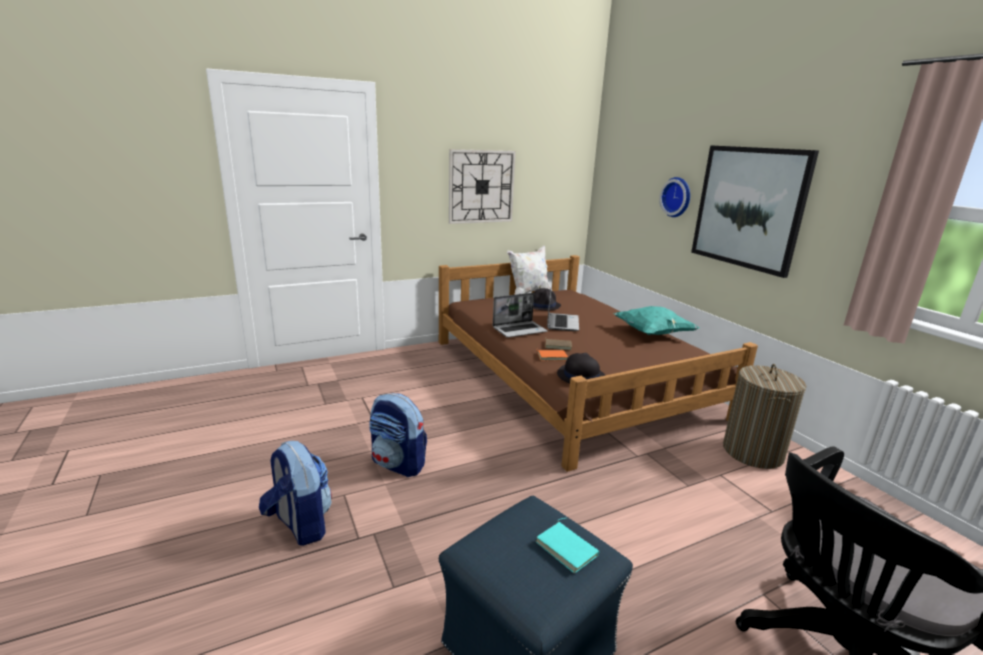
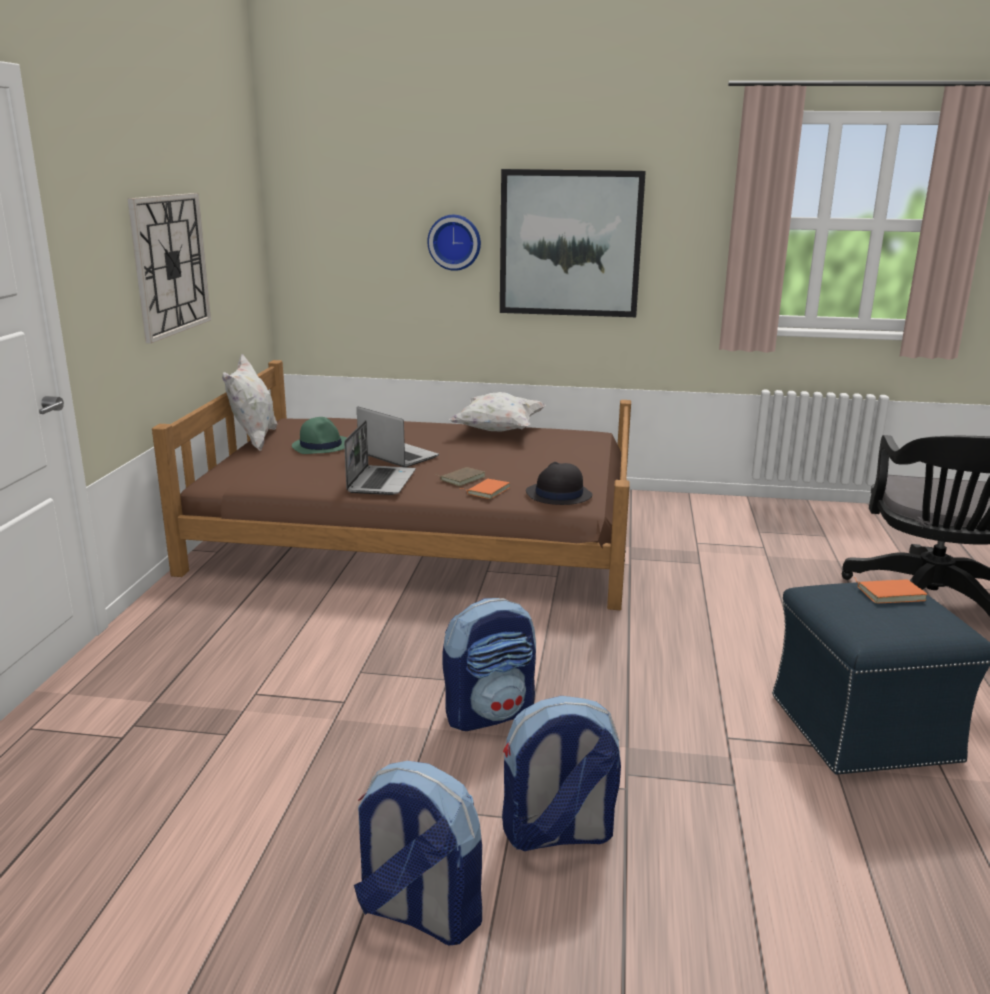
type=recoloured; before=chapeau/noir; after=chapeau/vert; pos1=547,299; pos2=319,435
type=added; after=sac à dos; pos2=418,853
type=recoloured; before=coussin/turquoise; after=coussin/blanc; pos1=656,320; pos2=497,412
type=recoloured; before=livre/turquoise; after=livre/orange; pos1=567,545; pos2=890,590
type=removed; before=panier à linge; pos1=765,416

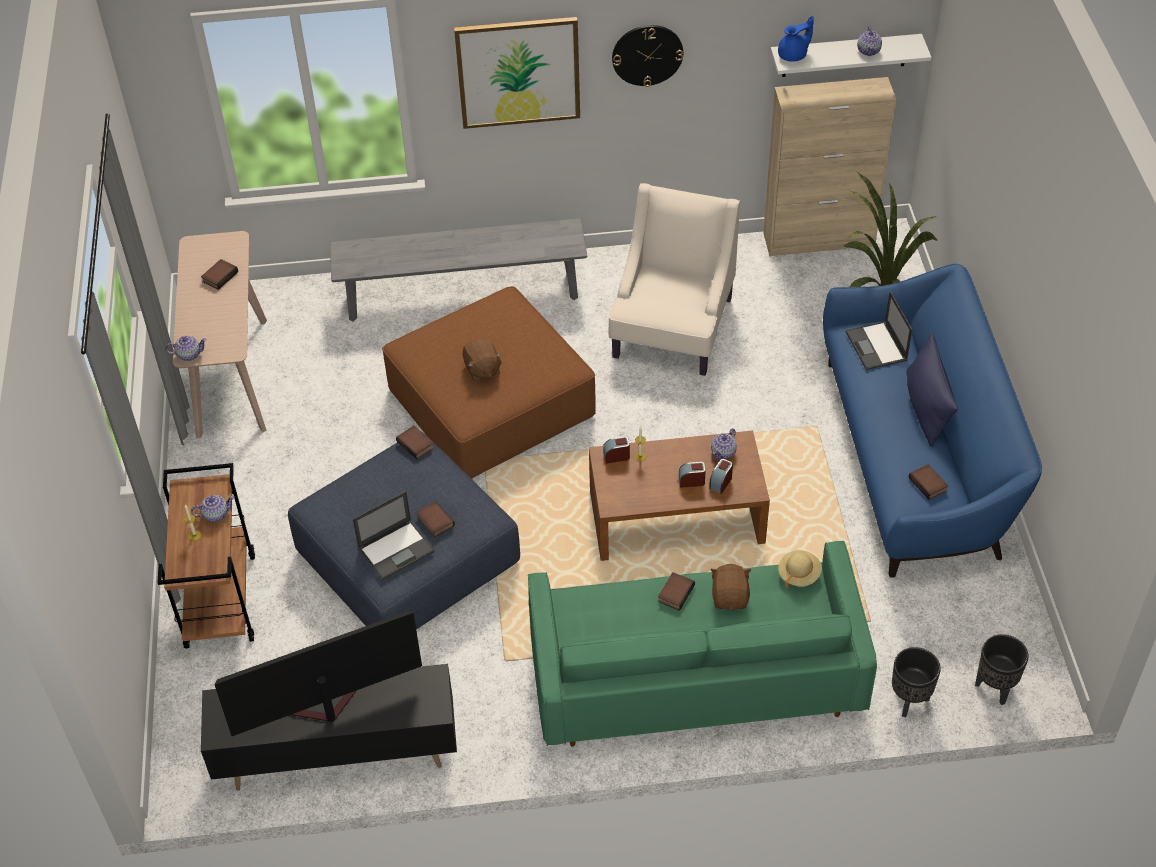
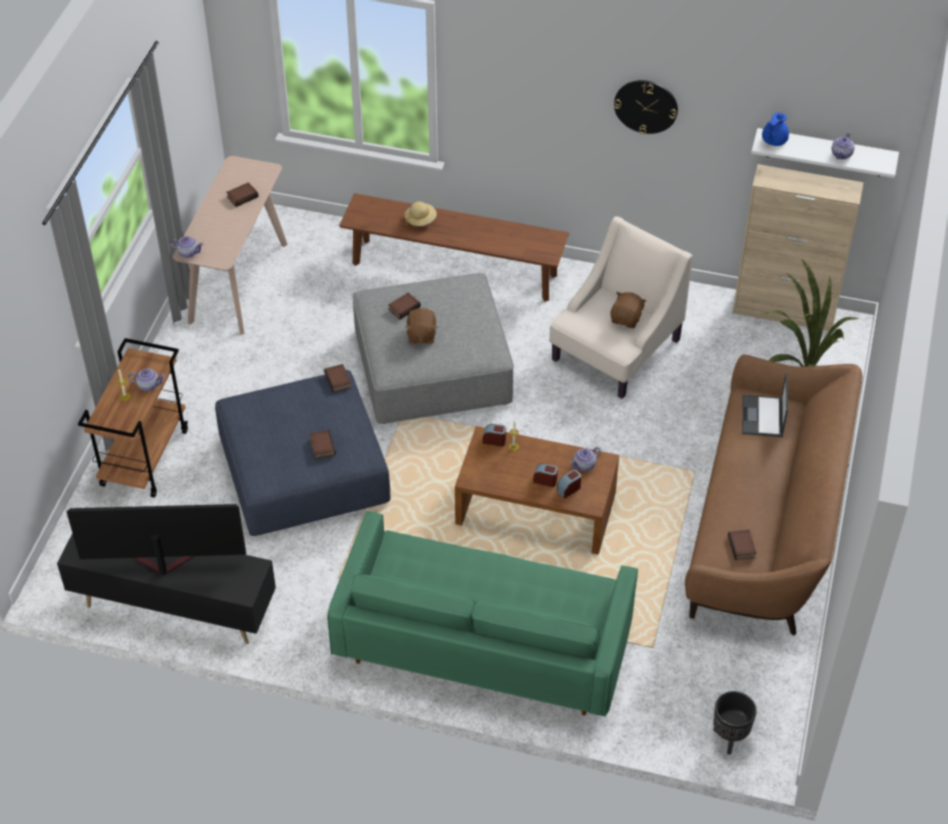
type=recoloured; before=banc/gris; after=banc/marron; pos1=458,270; pos2=454,247
type=recoloured; before=pouf/marron; after=pouf/gris; pos1=489,382; pos2=433,348
type=moved; before=livre; pos1=676,591; pos2=404,306
type=moved; before=chapeau/beige; pos1=800,569; pos2=421,214
type=moved; before=peluche/marron; pos1=730,587; pos2=628,310
type=recoloured; before=canapé/bleu; after=canapé/marron; pos1=932,421; pos2=773,494
type=turned; before=théière/bleu; pos1=796,39; pos2=775,129; turn=135
type=removed; before=ordinateur portable; pos1=394,535
type=removed; before=tableau; pos1=517,73
type=removed; before=cache-pot/noir; pos1=916,682
type=removed; before=coussin/bleu; pos1=932,390

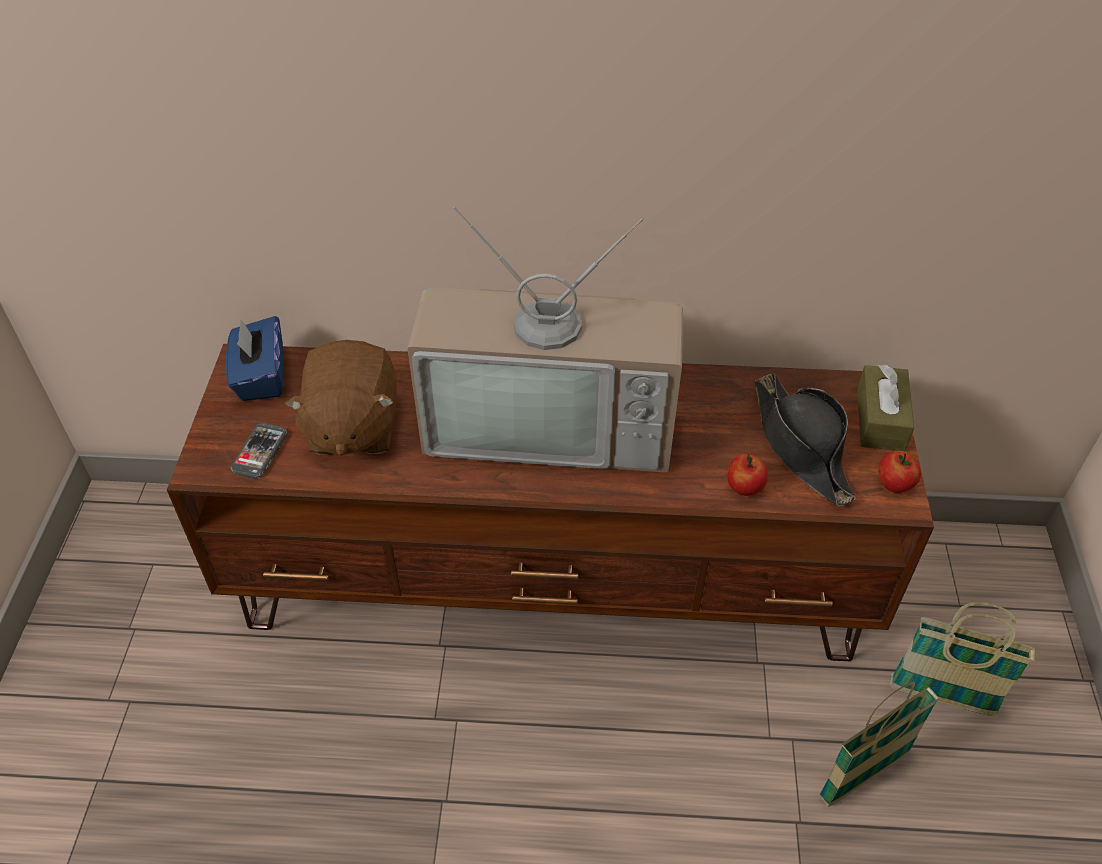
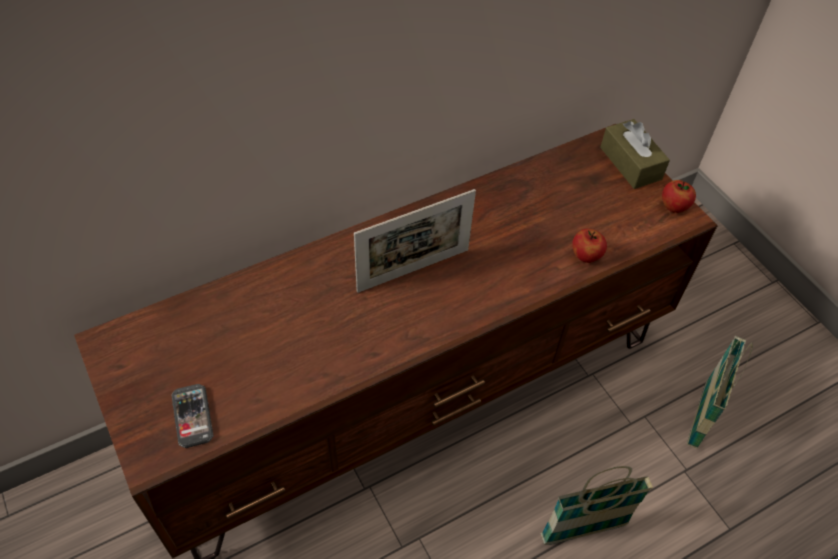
type=replaced; before=téléviseur; after=cadre photo; pos1=545,339; pos2=415,241
type=moved; before=panier; pos1=962,659; pos2=597,505
type=removed; before=boîte à mouchoirs/bleu; pos1=254,358
type=removed; before=peluche/marron; pos1=341,398
type=removed; before=chapeau/noir; pos1=805,440

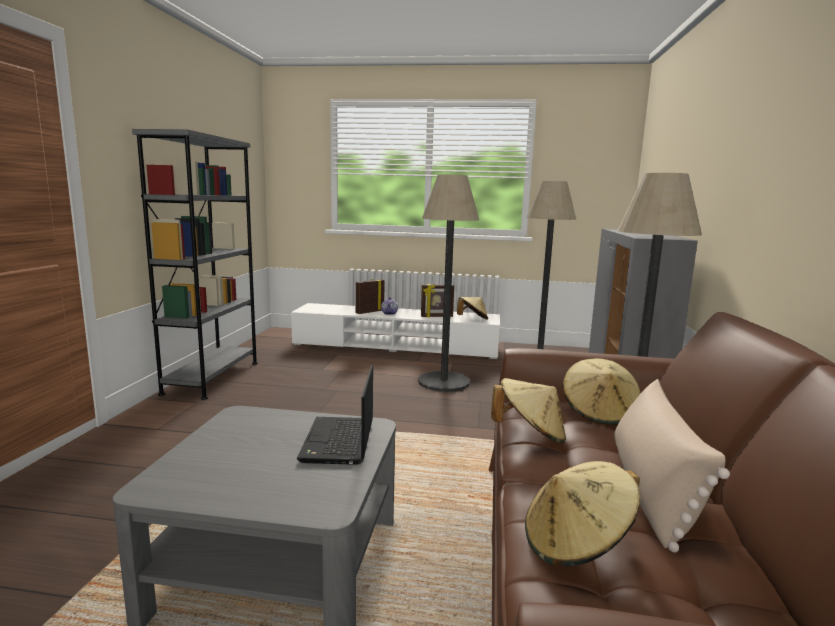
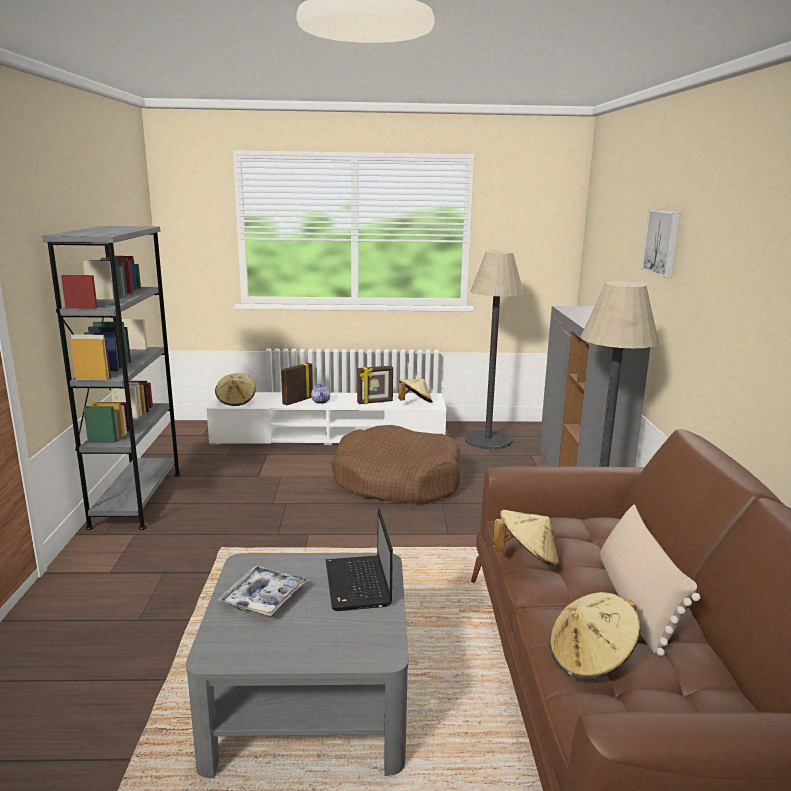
type=moved; before=chapeau/beige; pos1=601,391; pos2=235,389
type=added; after=plateau; pos2=263,590
type=replaced; before=lampadaire; after=panier pour chien/marron; pos1=448,283; pos2=395,464
type=added; after=tableau; pos2=661,244

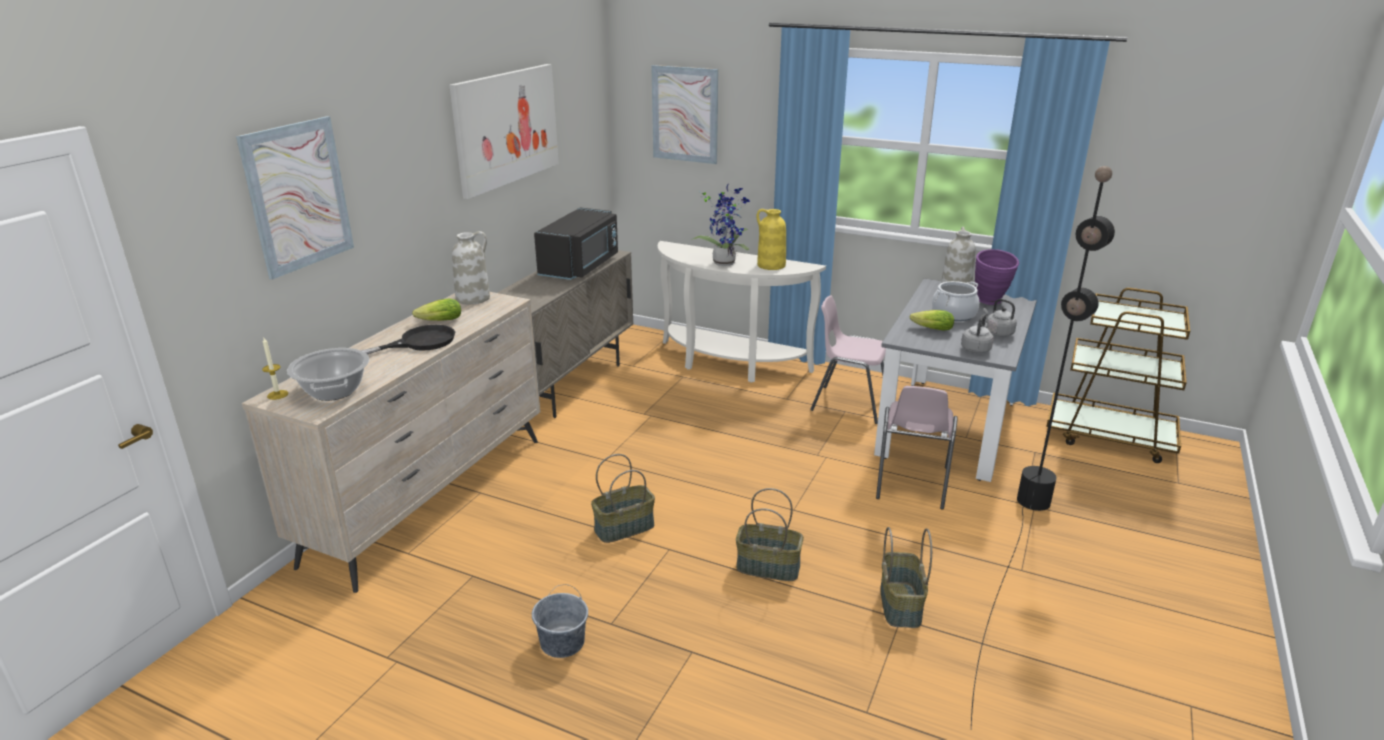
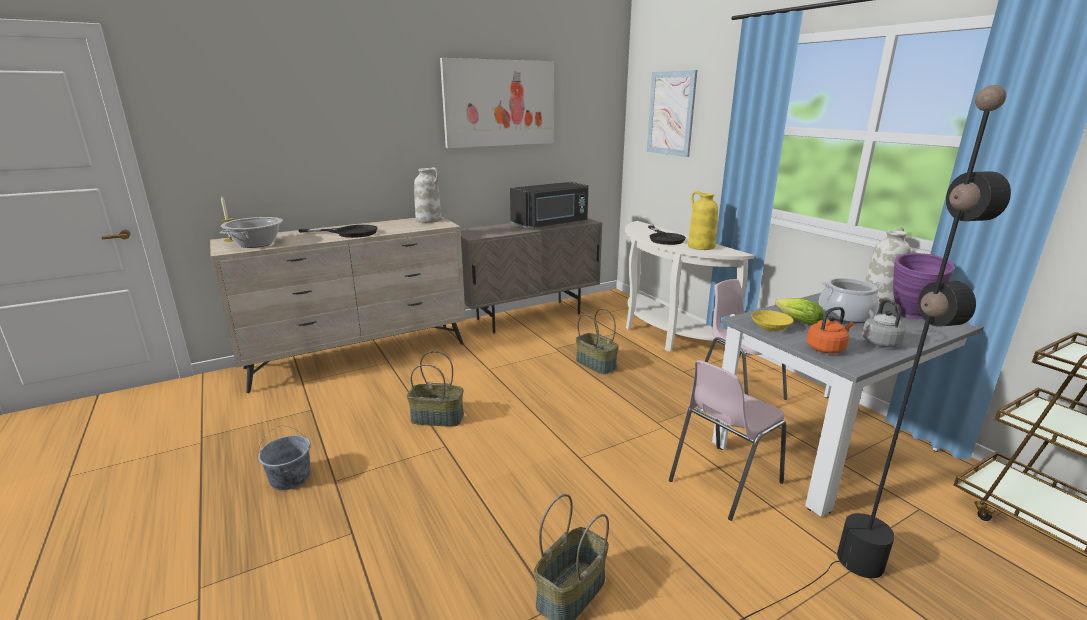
type=moved; before=panier; pos1=770,534; pos2=597,341
type=replaced; before=plante en pot; after=poêle/noir; pos1=720,224; pos2=667,235
type=added; after=bol/jaune; pos2=772,320
type=recoloured; before=bouilloire/gris; after=bouilloire/orange; pos1=977,333; pos2=830,330
type=removed; before=tableau; pos1=295,198
type=removed; before=laitue; pos1=436,310

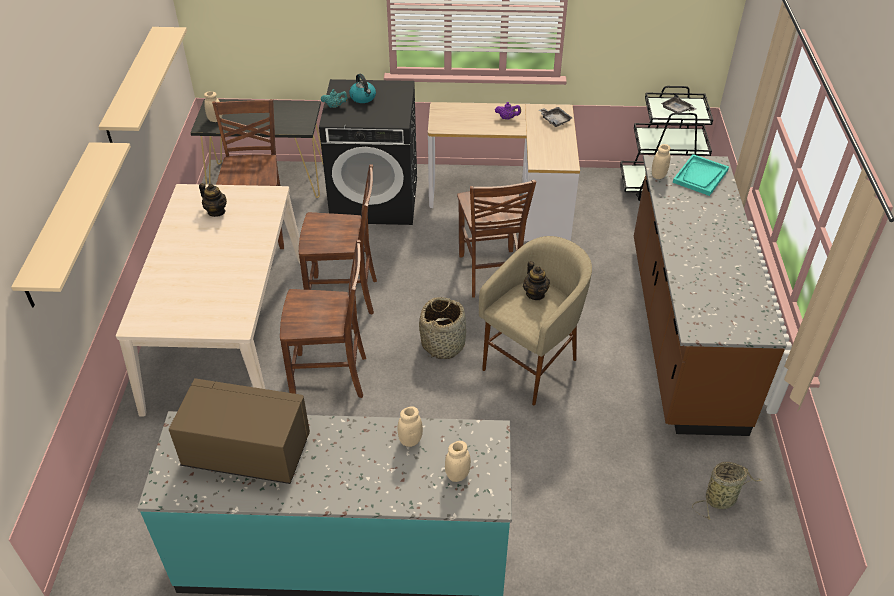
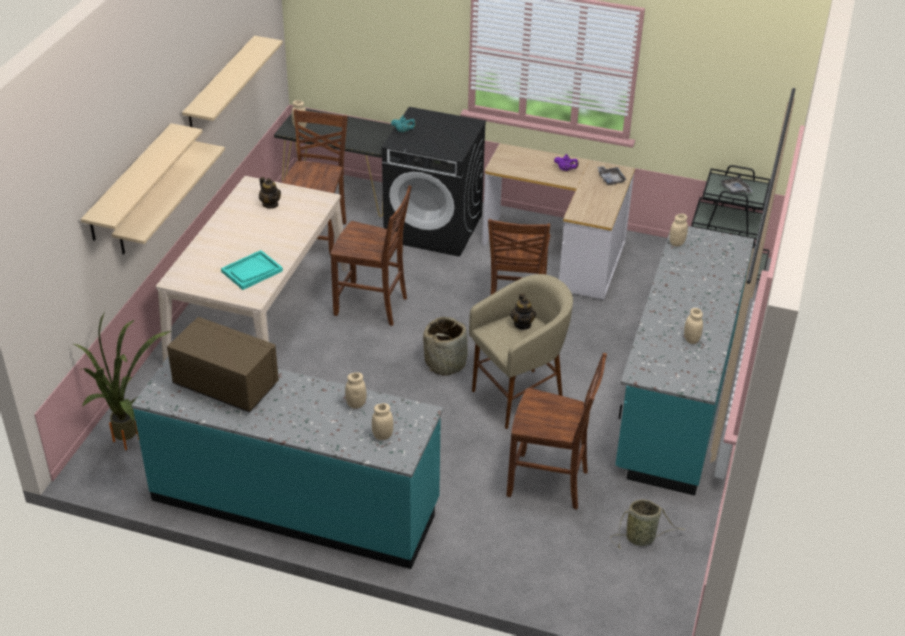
type=added; after=plante en pot; pos2=122,380
type=added; after=étagère/beige; pos2=168,198
type=moved; before=plateau/turquoise; pos1=701,175; pos2=252,270
type=moved; before=chaise/marron; pos1=323,319; pos2=557,431
type=recoloured; before=comptoir de cuisine/marron; after=comptoir de cuisine/turquoise; pos1=710,295; pos2=684,361
type=added; after=bocal/beige; pos2=693,326
type=removed; before=bouilloire; pos1=362,88

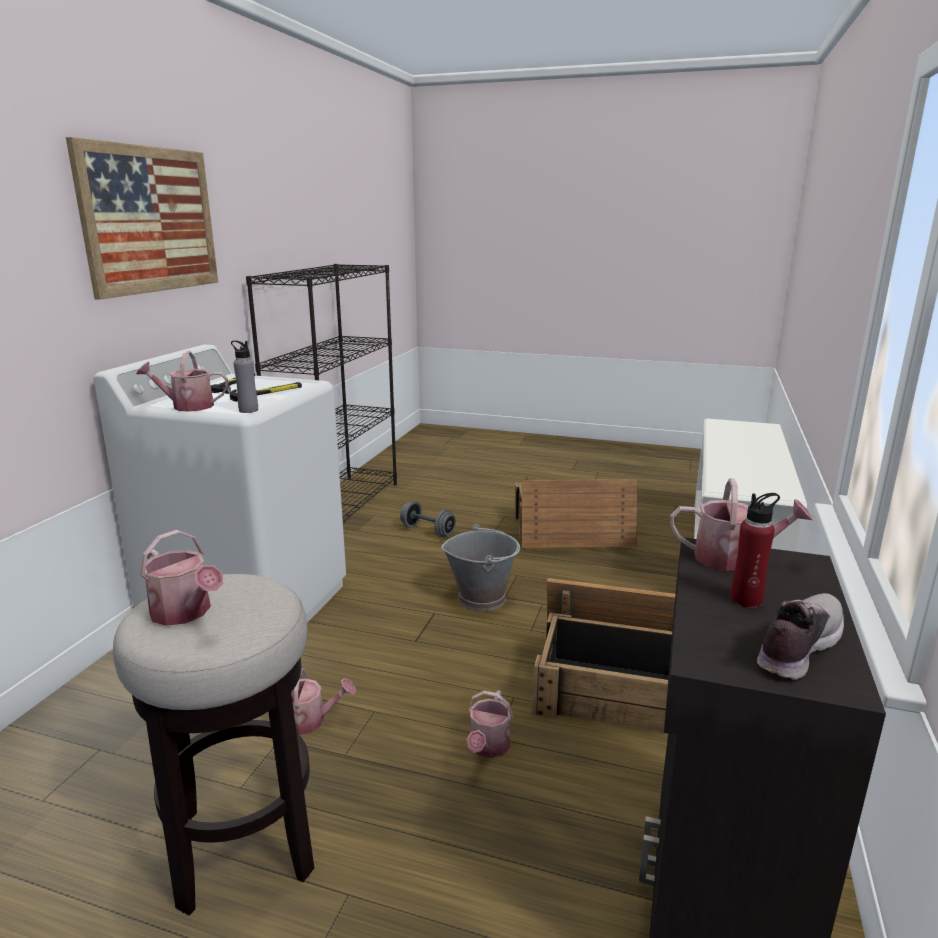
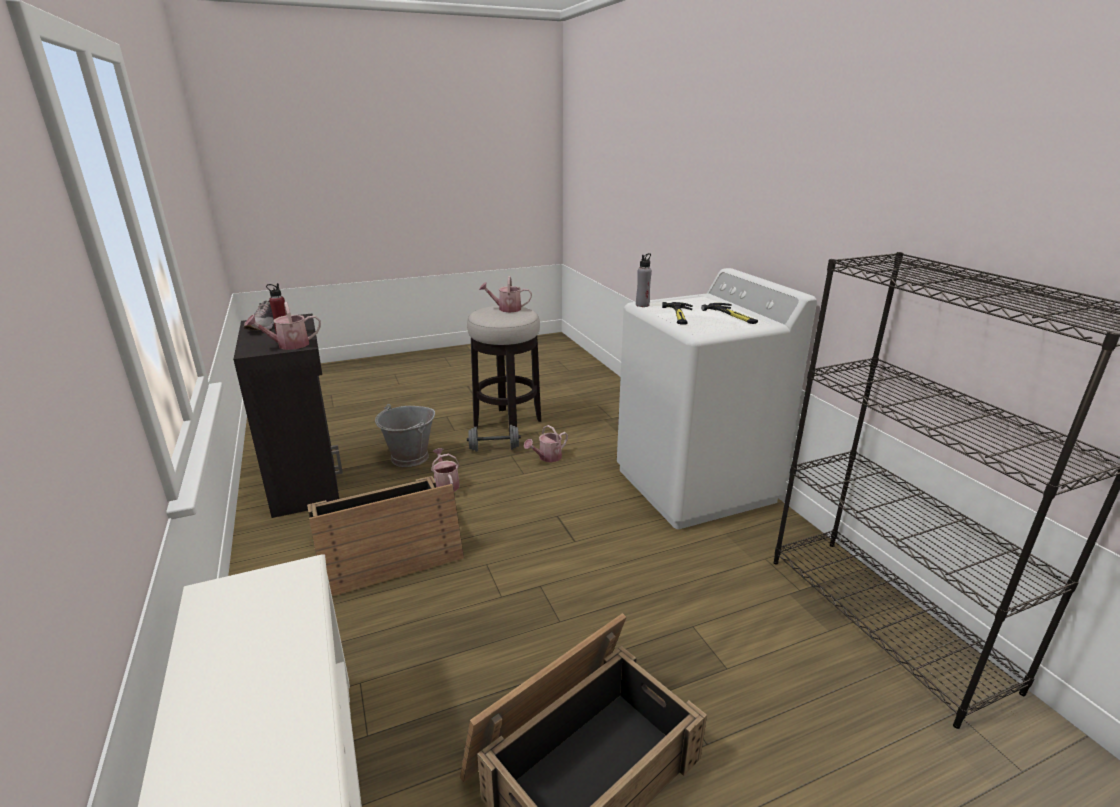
type=moved; before=seau/gris; pos1=480,567; pos2=405,435
type=moved; before=haltère/gris; pos1=428,519; pos2=494,438
type=removed; before=tableau; pos1=142,218
type=removed; before=arrosoir; pos1=182,381

